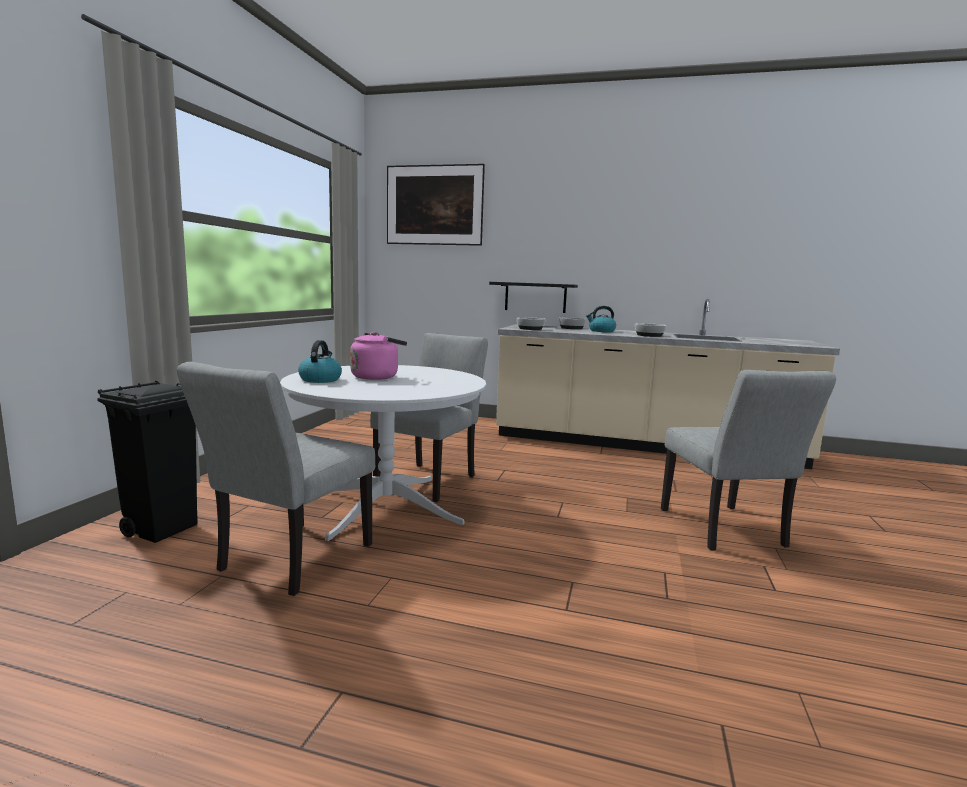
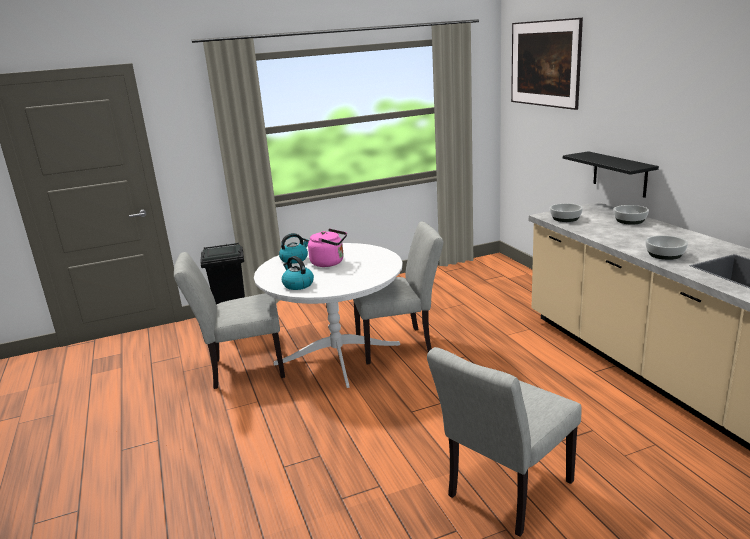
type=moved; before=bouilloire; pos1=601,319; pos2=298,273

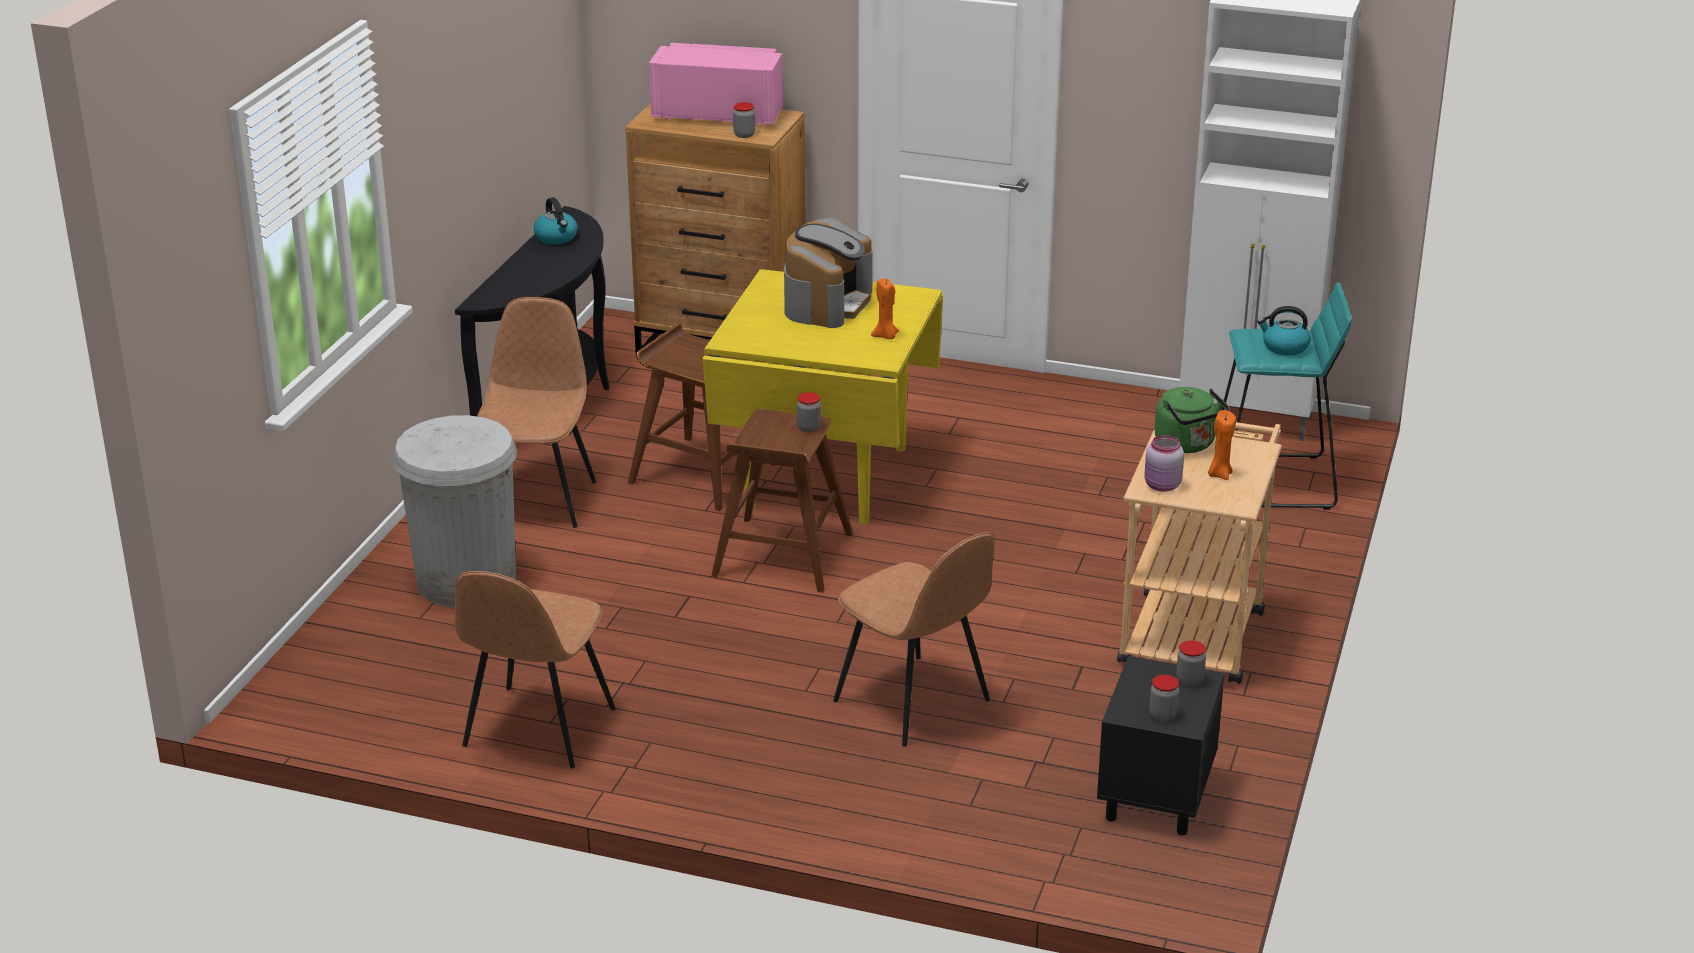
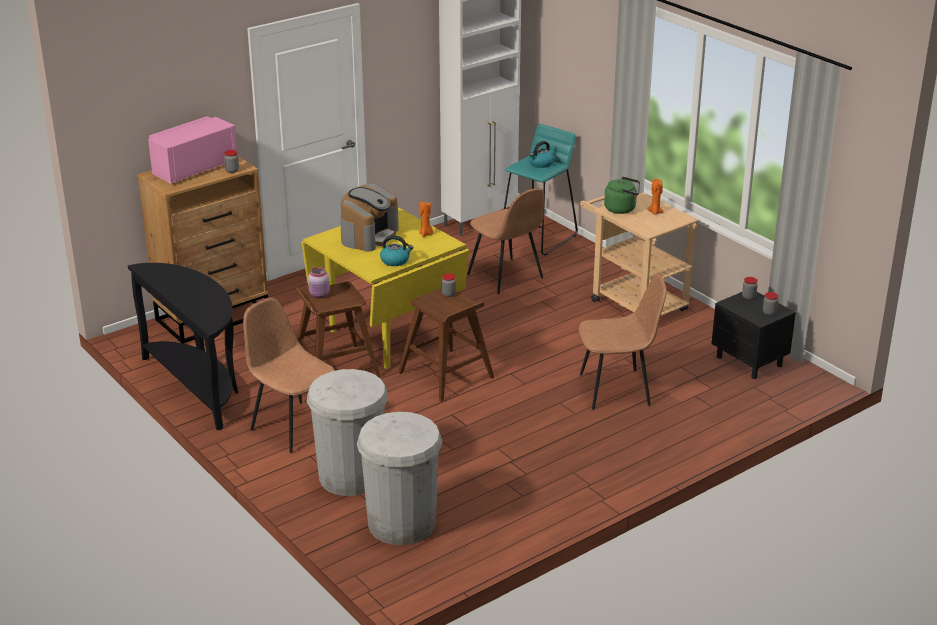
type=moved; before=bocal/rose; pos1=1164,463; pos2=319,282
type=turned; before=machine à café; pos1=828,273; pos2=369,218; turn=60
type=added; after=poubelle/blanc; pos2=399,478
type=moved; before=bouilloire; pos1=556,221; pos2=397,250
type=moved; before=chaise/marron; pos1=535,669; pos2=505,241

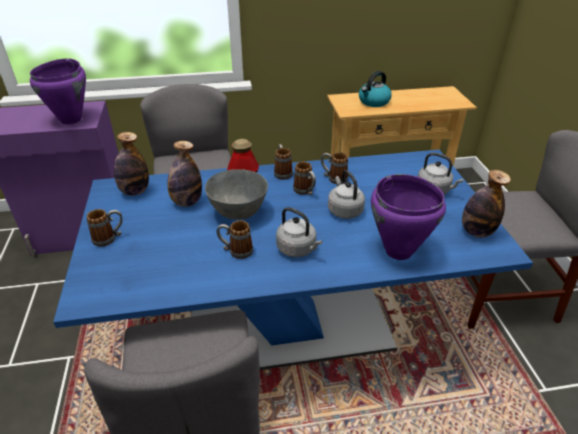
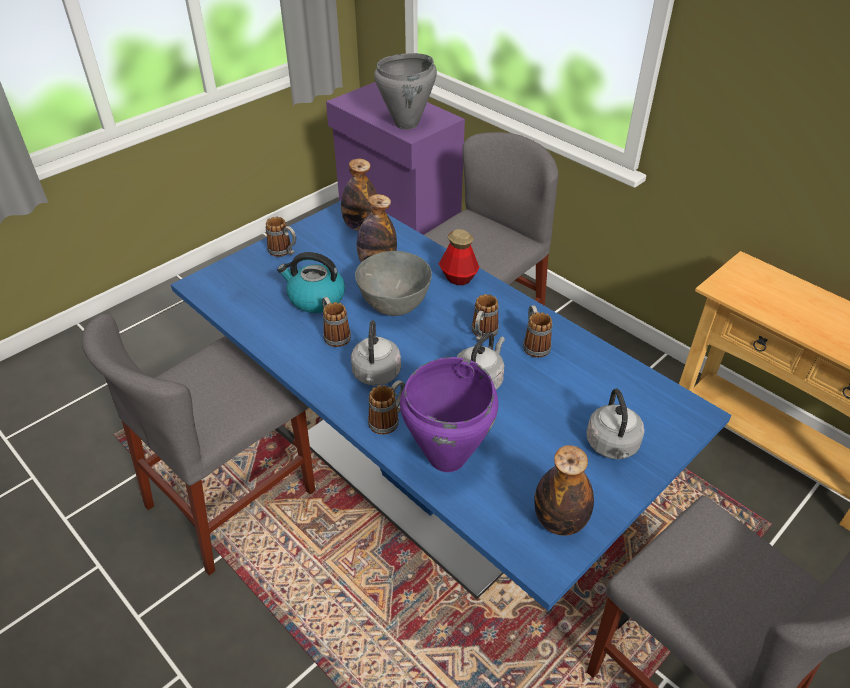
type=moved; before=bouilloire; pos1=375,89; pos2=311,282
type=moved; before=mug; pos1=283,162; pos2=386,407
type=recoloured; before=marmite/violet; after=marmite/gris; pos1=58,91; pos2=405,91

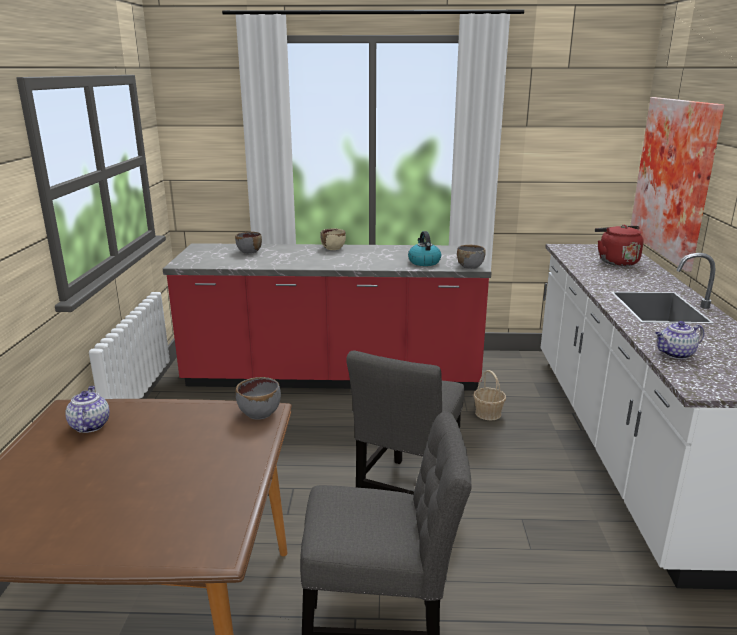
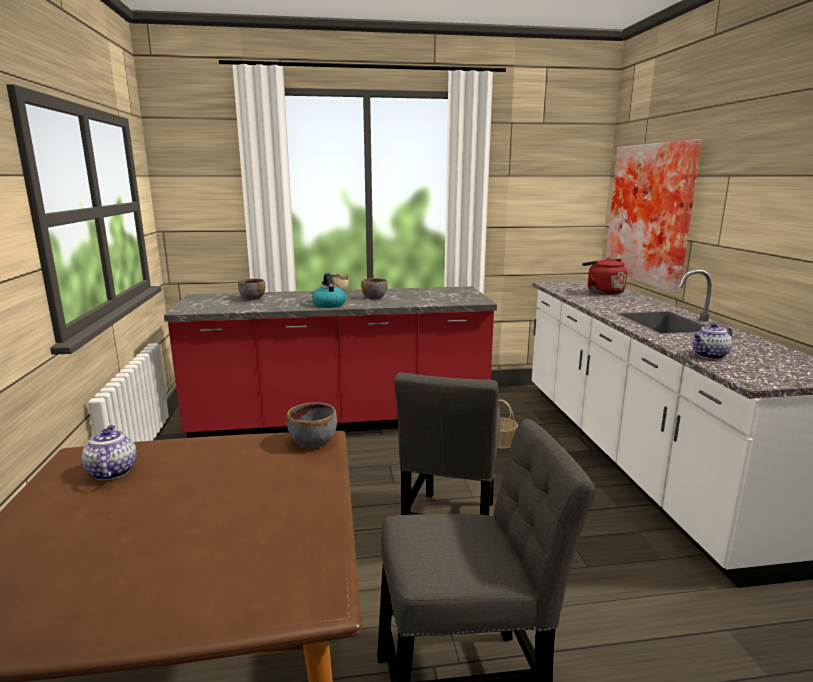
type=moved; before=bouilloire; pos1=424,248; pos2=329,290
type=moved; before=bol/gris; pos1=471,257; pos2=374,288

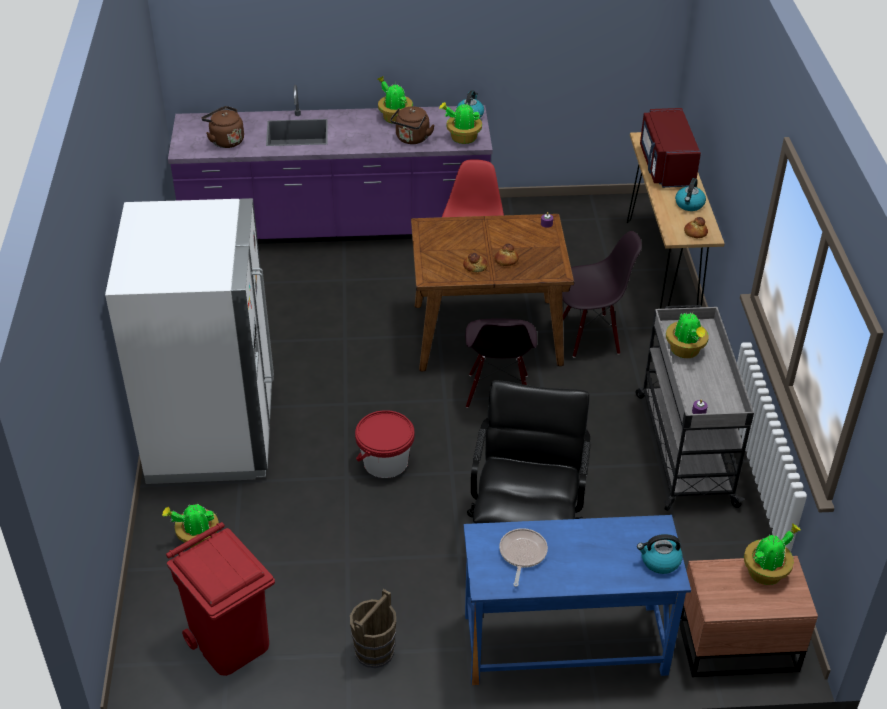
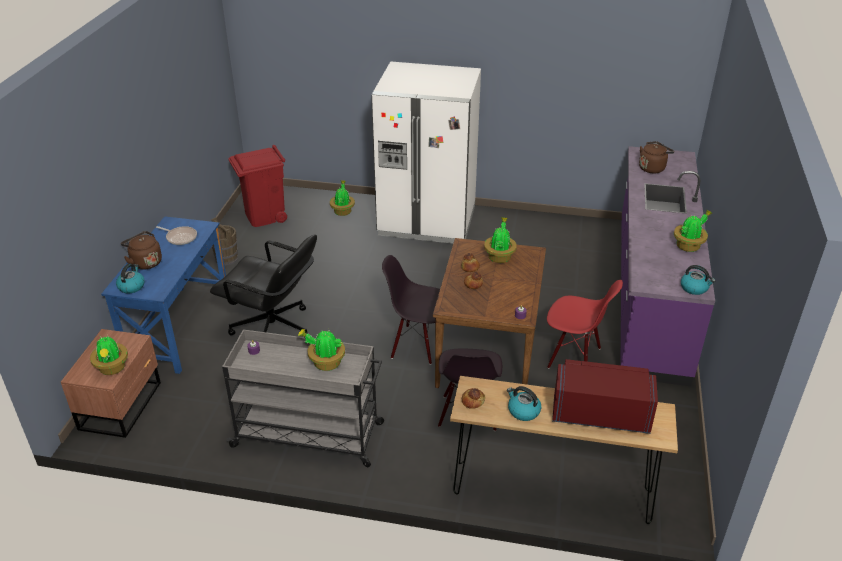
type=moved; before=bouilloire/marron; pos1=412,125; pos2=141,250
type=moved; before=plante en pot; pos1=460,123; pos2=500,240
type=removed; before=seau/rouge; pos1=385,444

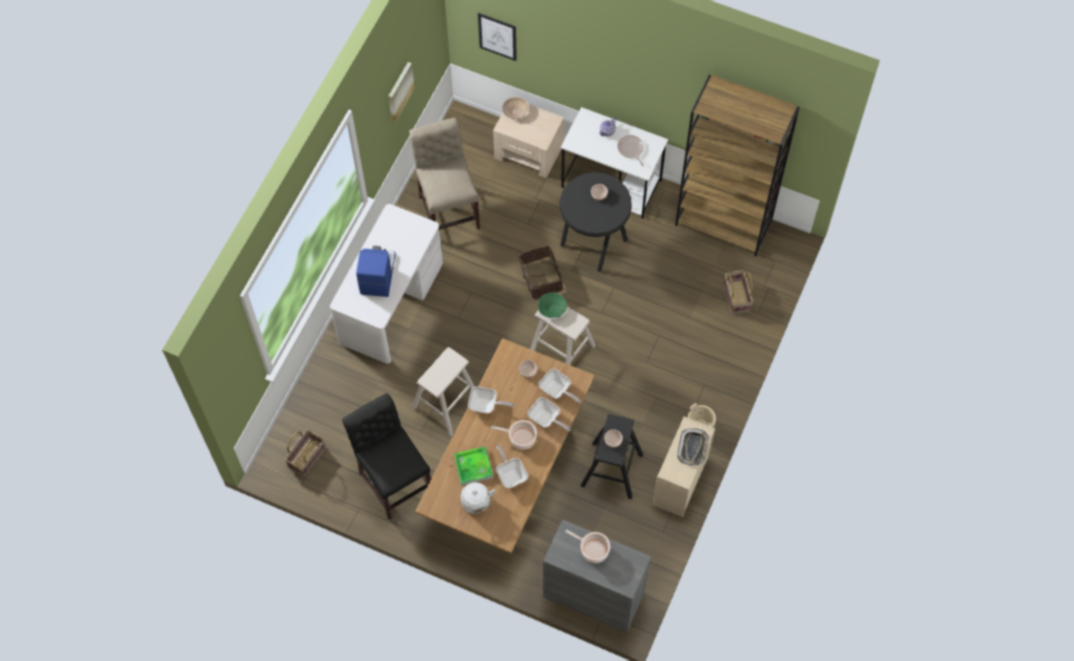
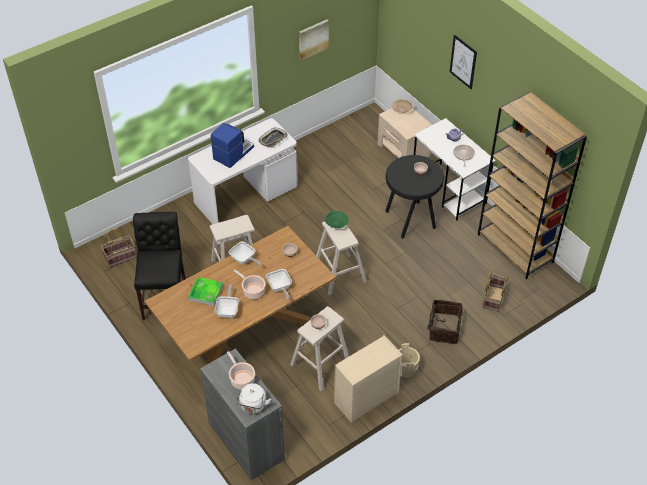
type=moved; before=bouilloire/blanc; pos1=478,498; pos2=253,398
type=moved; before=plateau; pos1=693,447; pos2=273,137
type=recoloured; before=tabouret/noir; after=tabouret/beige; pos1=612,456; pos2=319,348
type=moved; before=panier; pos1=540,272; pos2=443,322
type=moved; before=tableau; pos1=497,37; pos2=463,62
type=removed; before=chaise/beige; pos1=444,174
type=removed; before=poêle; pos1=560,386

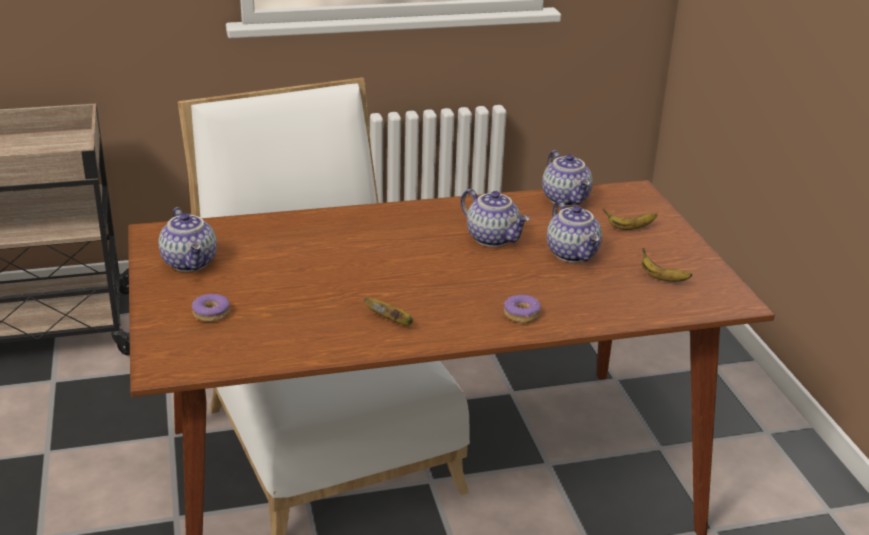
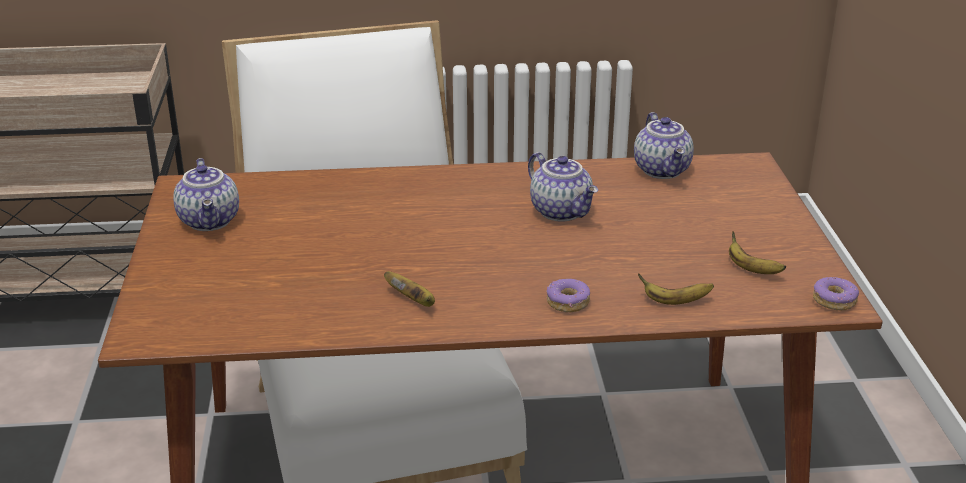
type=moved; before=banane; pos1=630,219; pos2=676,289
type=moved; before=beignet; pos1=211,308; pos2=836,293
type=removed; before=théière; pos1=574,231

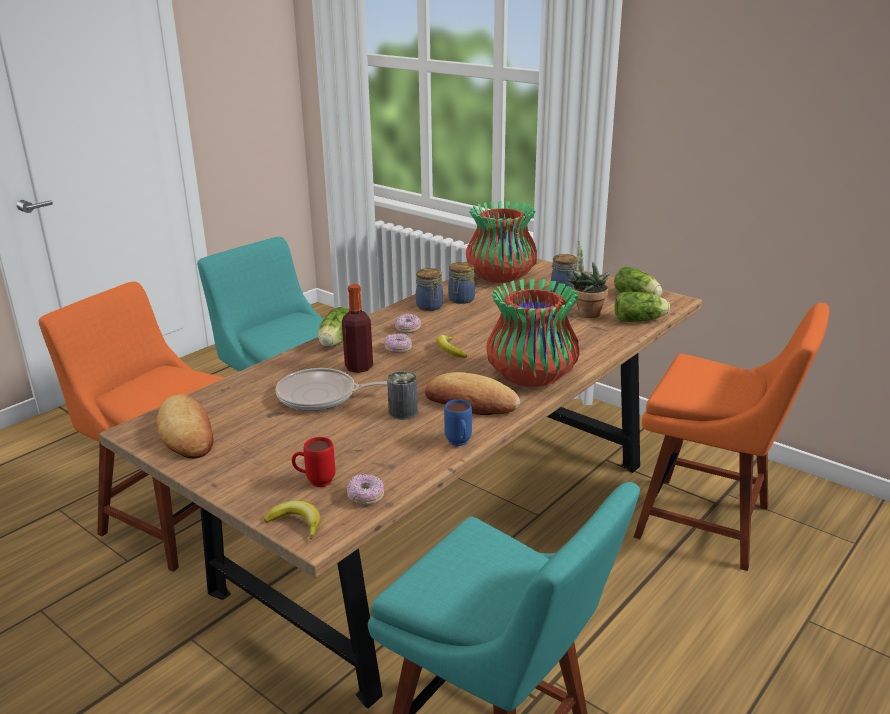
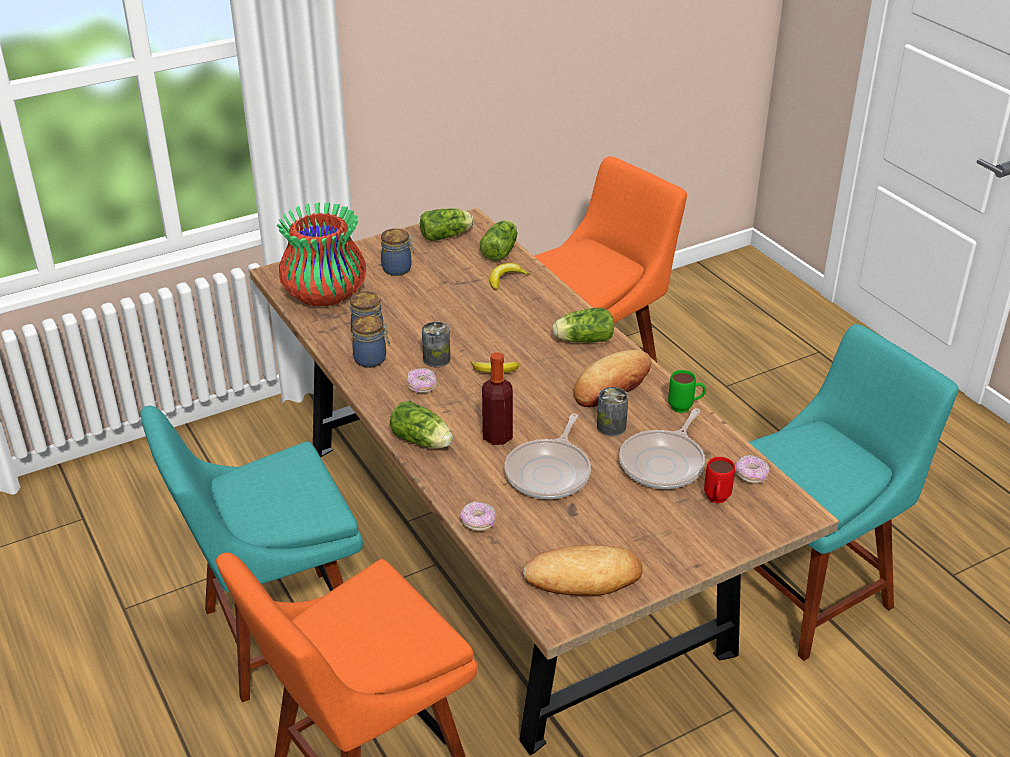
type=added; after=boîte métallique; pos2=436,344
type=moved; before=beignet; pos1=398,343; pos2=478,516
type=moved; before=banane; pos1=292,520; pos2=510,276
type=replaced; before=vase; after=laitue; pos1=532,333; pos2=583,325
type=added; after=poêle; pos2=662,448
type=recoloured; before=mug/bleu; after=mug/vert; pos1=458,422; pos2=687,391
type=removed; before=plante en pot; pos1=588,279

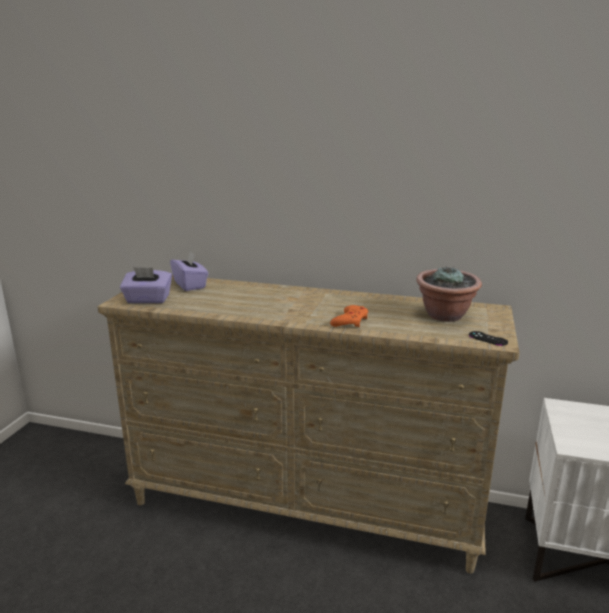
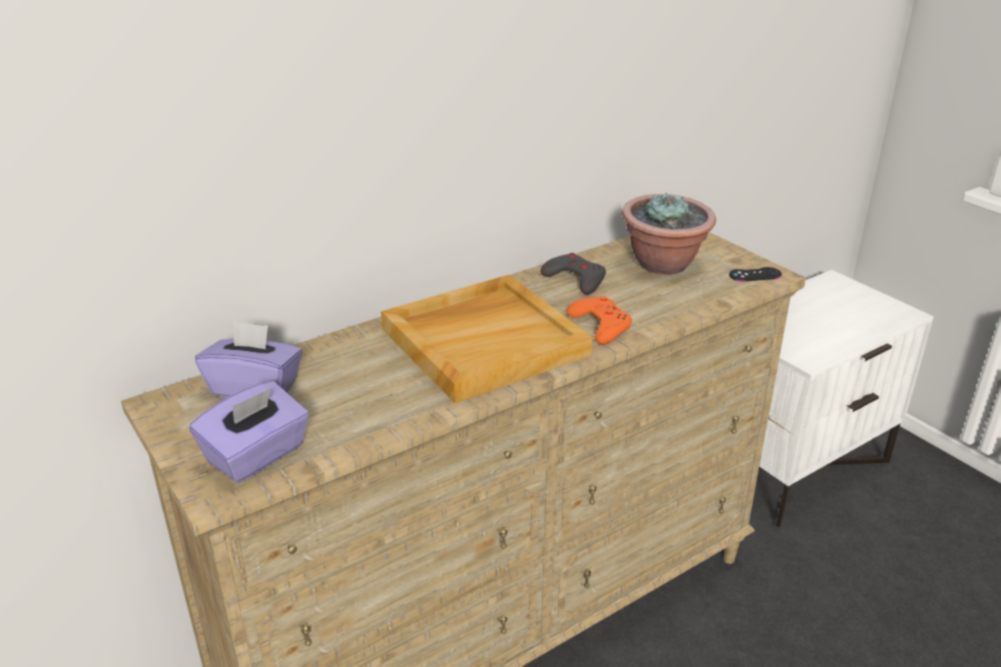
type=added; after=plateau/beige; pos2=486,339
type=added; after=manette/gris; pos2=573,273

